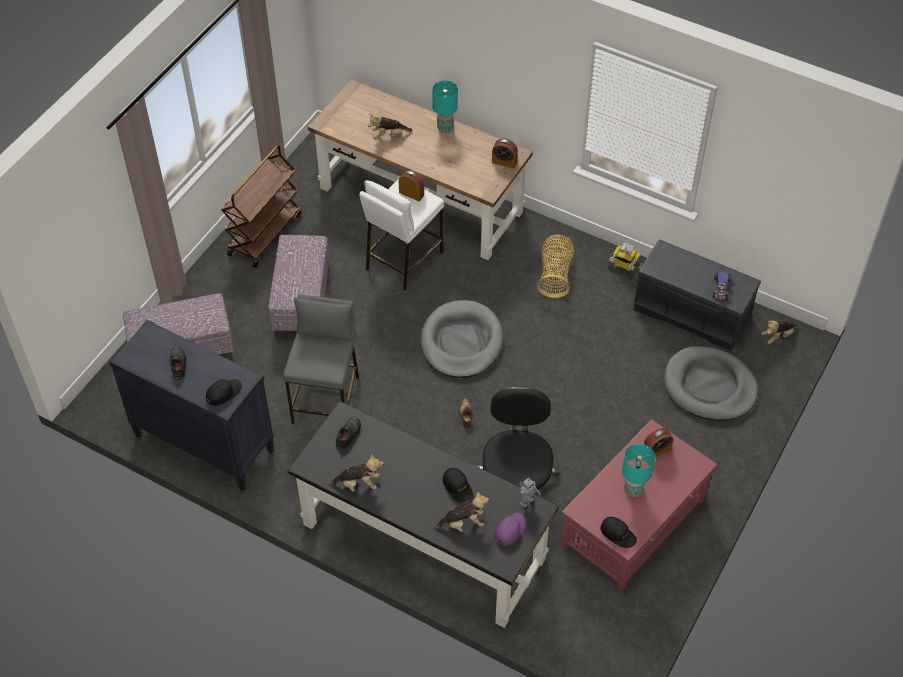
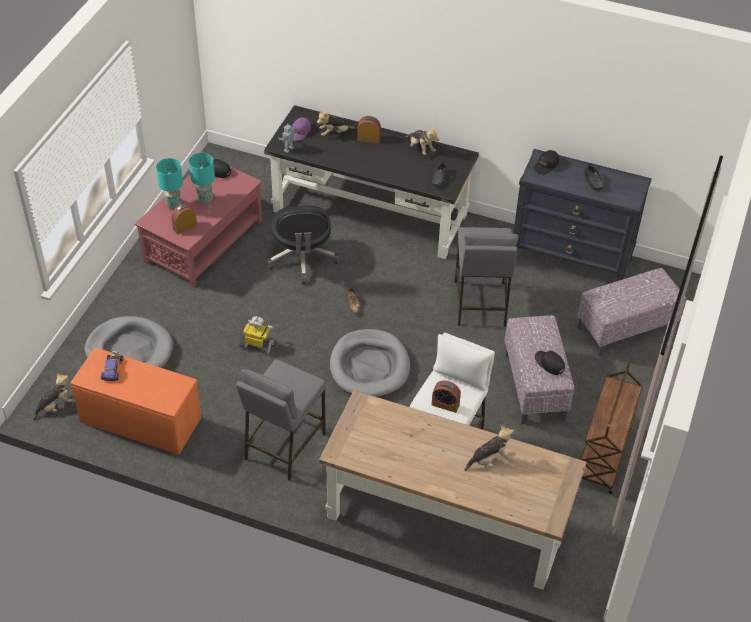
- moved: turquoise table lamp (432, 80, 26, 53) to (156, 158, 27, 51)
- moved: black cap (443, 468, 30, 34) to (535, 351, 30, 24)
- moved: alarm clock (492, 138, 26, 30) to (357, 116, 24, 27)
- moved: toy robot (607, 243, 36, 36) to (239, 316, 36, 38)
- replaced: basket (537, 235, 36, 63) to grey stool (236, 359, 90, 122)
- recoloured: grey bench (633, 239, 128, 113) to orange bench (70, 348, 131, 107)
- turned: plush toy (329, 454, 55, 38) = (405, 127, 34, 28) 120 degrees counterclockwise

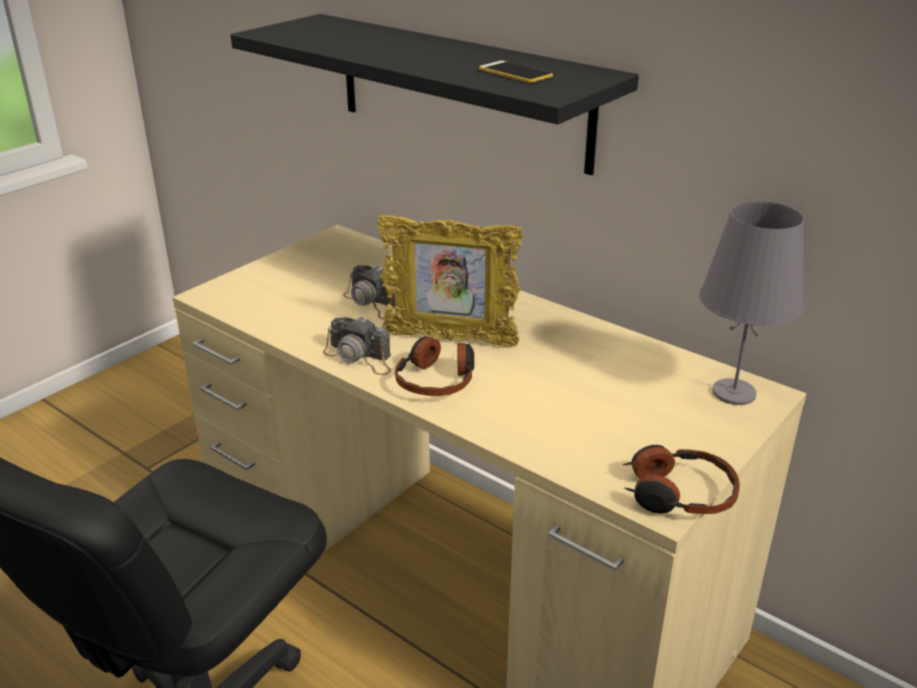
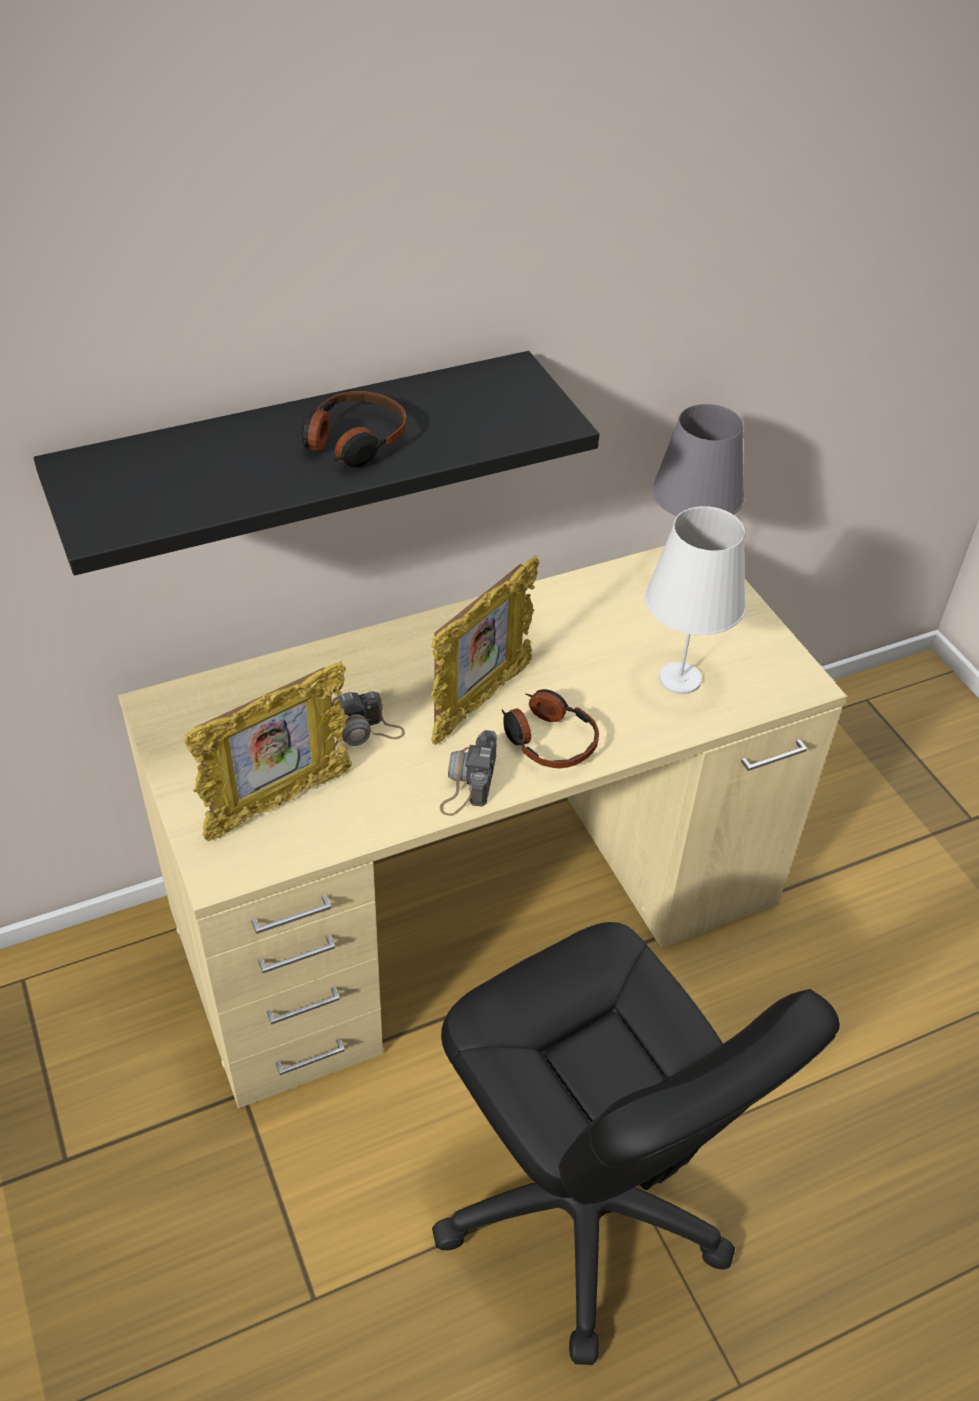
- removed: phone (479, 61, 74, 22)
- added: picture frame (184, 661, 168, 181)
- added: white table lamp (645, 506, 101, 188)
- moved: headphones (622, 445, 118, 69) to (301, 391, 105, 77)
- turned: photo camera (323, 315, 68, 60) = (440, 730, 57, 86) 135 degrees clockwise

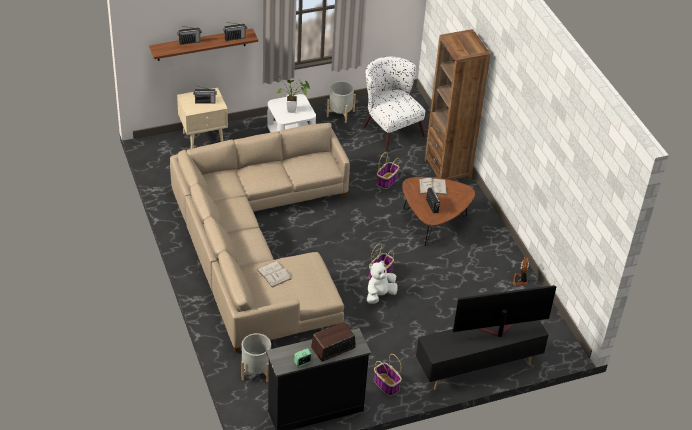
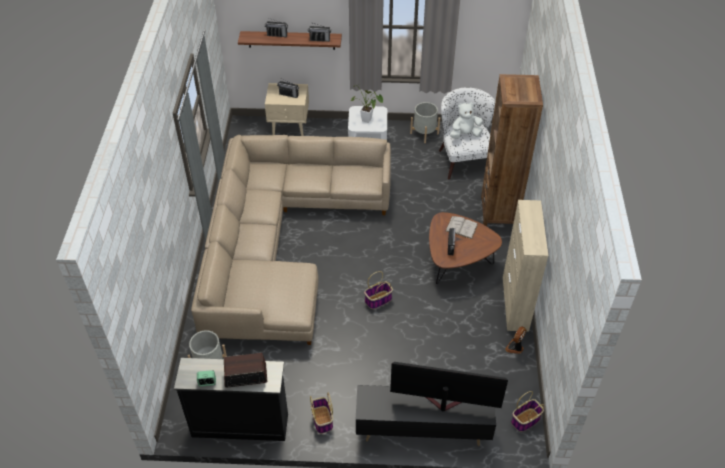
- removed: white book (257, 261, 35, 27)
- added: beige cabinet (503, 200, 45, 132)
- moved: white plush toy (367, 261, 30, 43) to (450, 103, 33, 36)
- moved: basket (376, 152, 24, 37) to (511, 391, 33, 41)

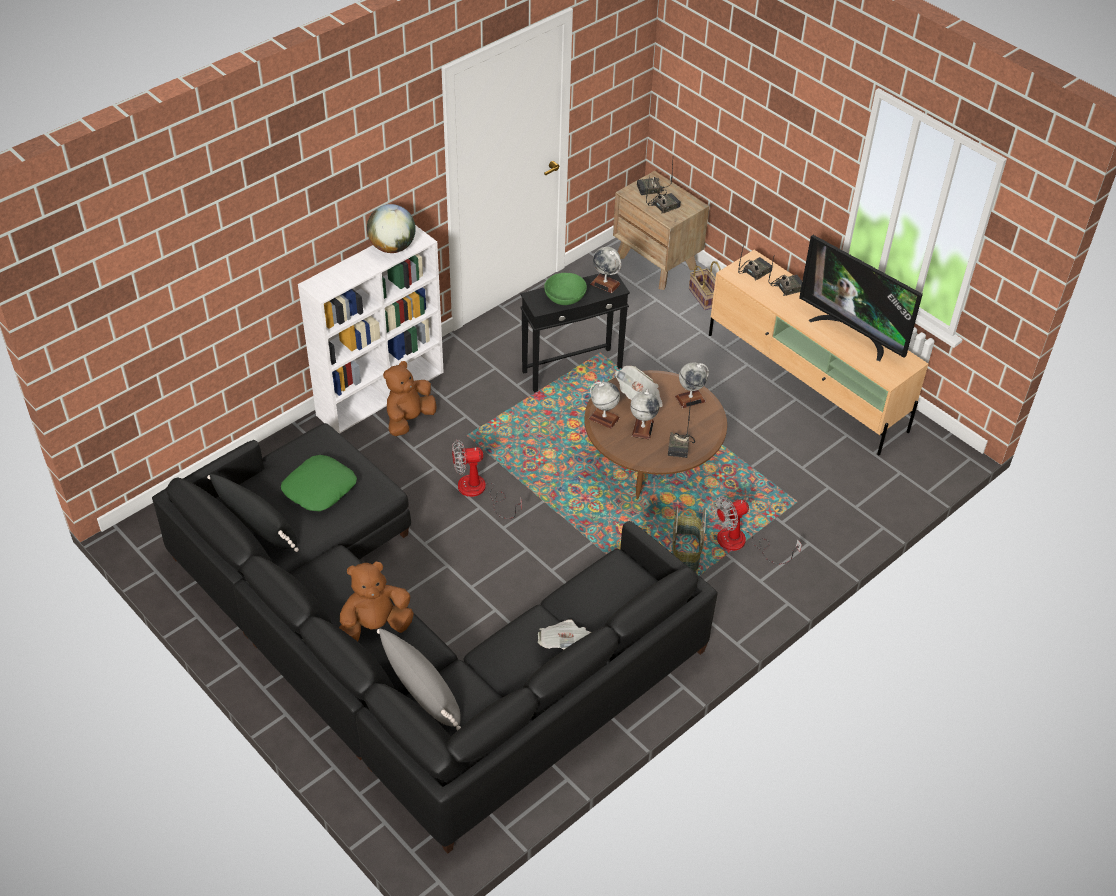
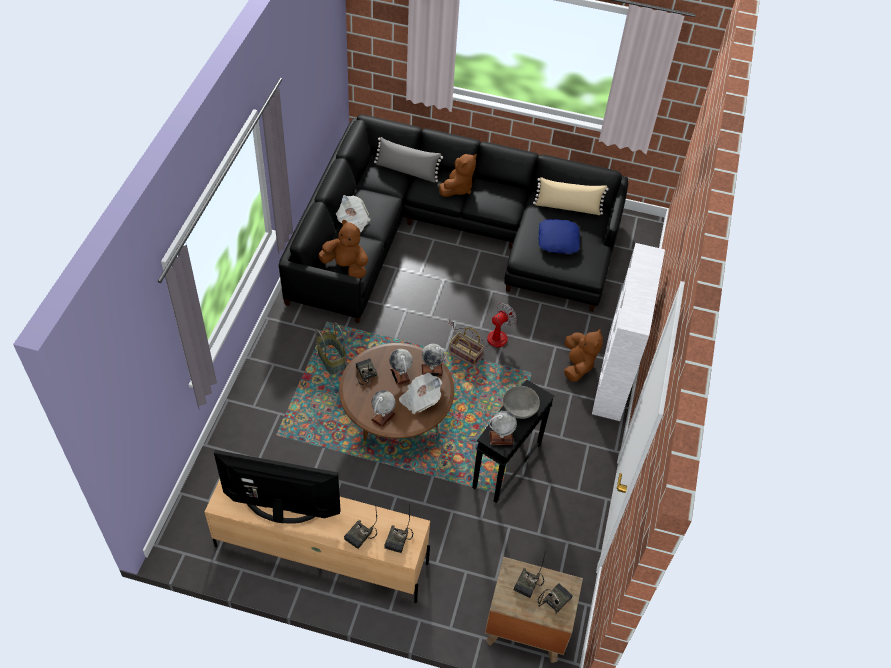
- removed: globe (367, 204, 49, 49)
- removed: fan (714, 496, 88, 68)
- added: brown plush toy (318, 220, 50, 58)
- moved: basket (689, 261, 32, 49) to (449, 327, 35, 40)
- recoloured: black pillow (207, 474, 92, 78) to beige pillow (533, 177, 76, 38)
- recoloured: green pillow (281, 455, 76, 56) to blue pillow (538, 219, 42, 35)
- recoloured: green bowl (544, 273, 43, 32) to grey bowl (503, 386, 37, 33)

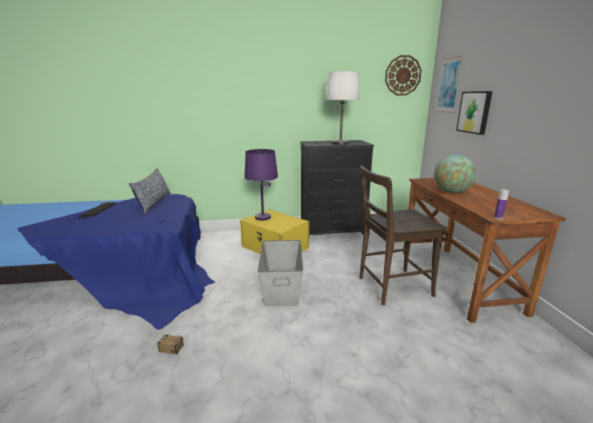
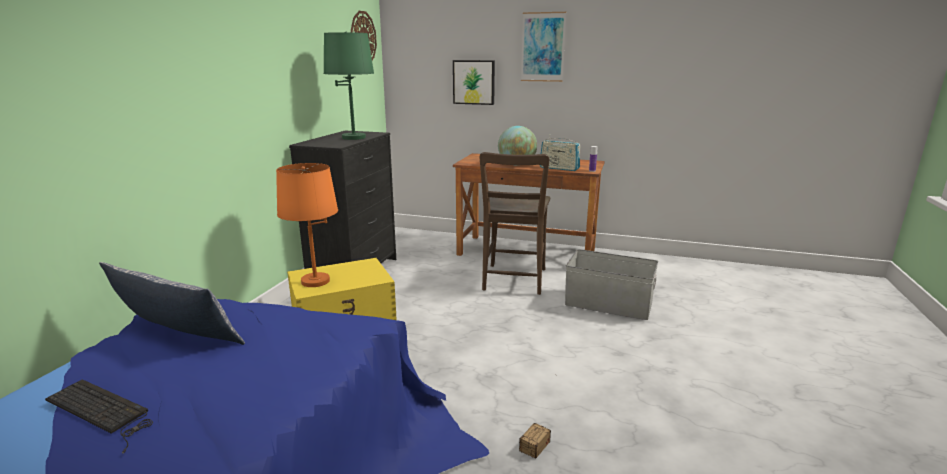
- added: radio (540, 134, 40, 37)
- moved: grey storage box (258, 240, 45, 66) to (565, 249, 93, 71)
- moved: picture (435, 56, 28, 57) to (521, 12, 45, 70)
- recoloured: purple table lamp (244, 149, 34, 71) to orange table lamp (276, 163, 62, 124)
- recoloured: white table lamp (326, 71, 33, 74) to green table lamp (324, 32, 50, 108)

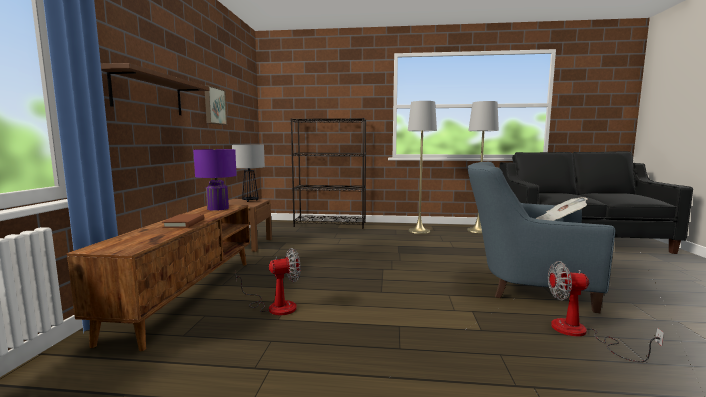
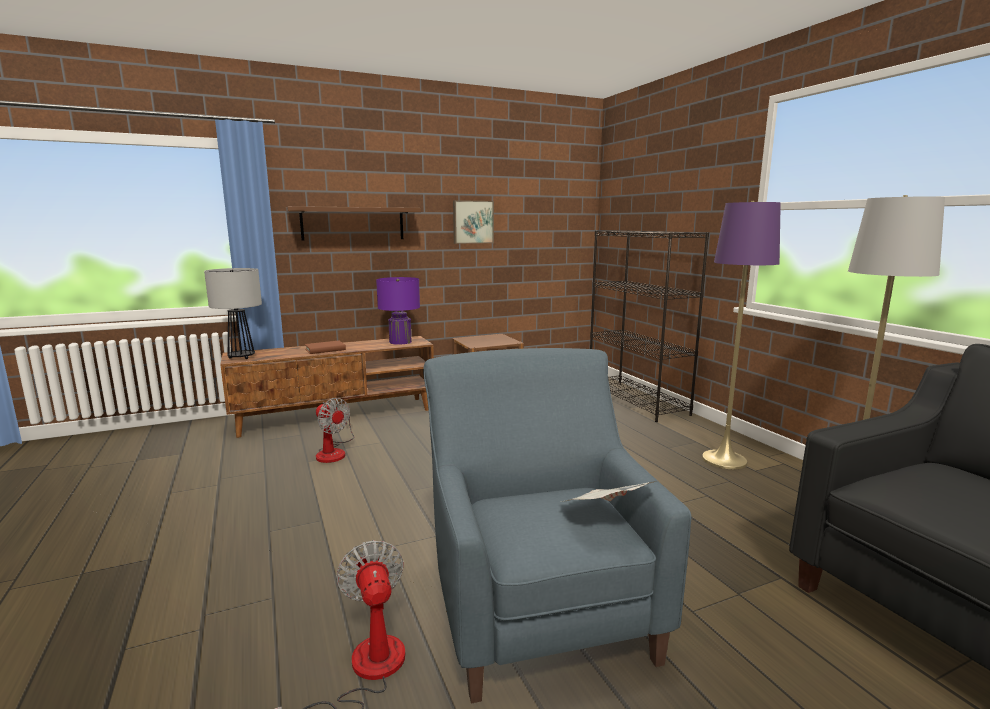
- moved: table lamp (232, 145, 33, 57) to (204, 268, 58, 91)
- recoloured: grey floor lamp (408, 101, 29, 133) to purple floor lamp (702, 201, 79, 268)

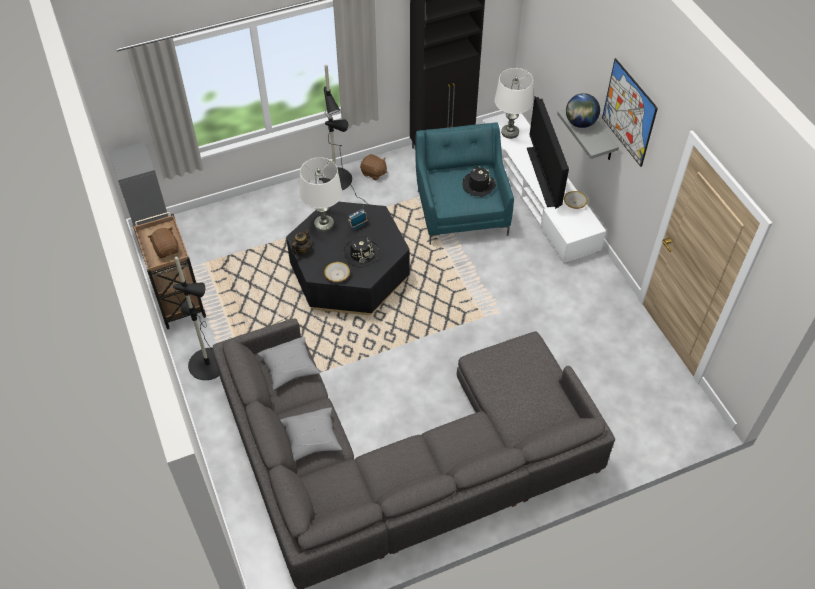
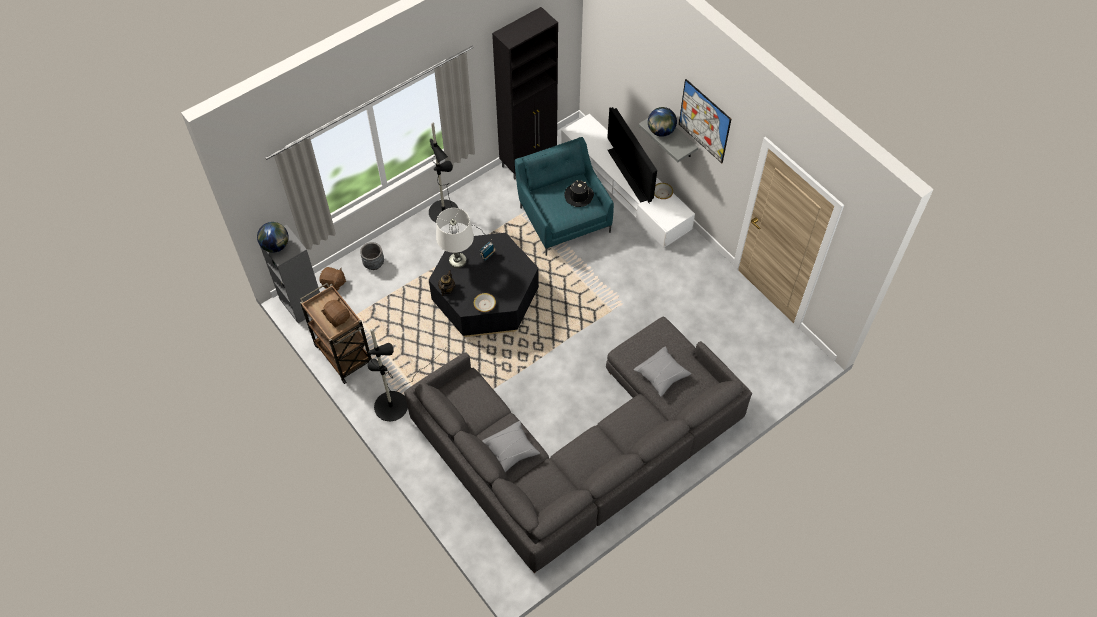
- removed: black hat (344, 235, 35, 33)
- removed: white table lamp (495, 68, 38, 71)
- added: globe (257, 222, 32, 31)
- added: grey planter (360, 242, 24, 28)
- moved: grey pillow (257, 337, 63, 53) to (634, 347, 57, 50)
- moved: brown plush toy (360, 154, 27, 26) to (319, 267, 27, 24)

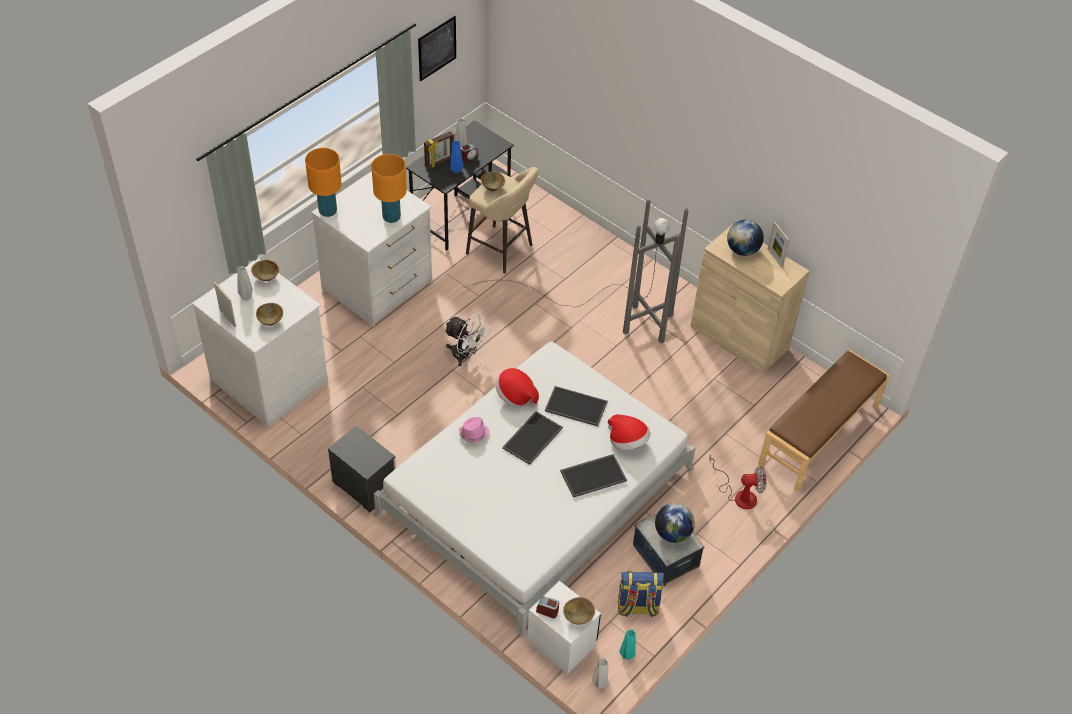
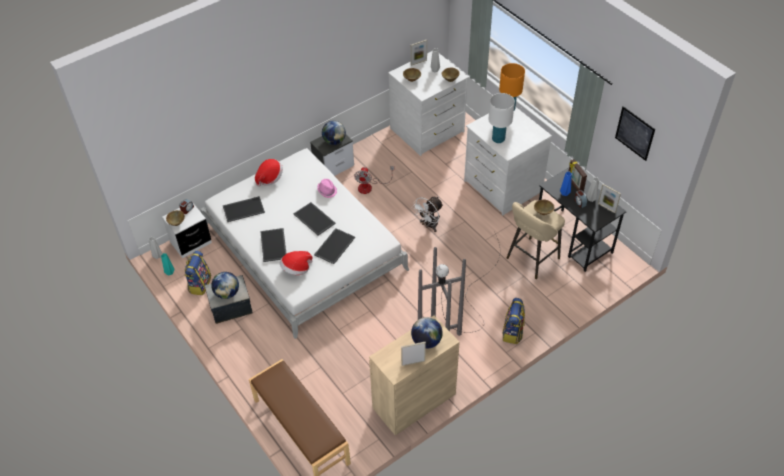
- added: tray (223, 196, 42, 26)
- added: globe (322, 121, 24, 24)
- added: backpack (502, 298, 23, 46)
- added: picture frame (598, 184, 23, 29)
- moved: hat (495, 368, 44, 39) to (255, 159, 28, 28)
- moved: fan (709, 454, 58, 55) to (354, 166, 40, 28)
- recoloured: orange table lamp (371, 154, 36, 69) to white table lamp (488, 93, 27, 50)

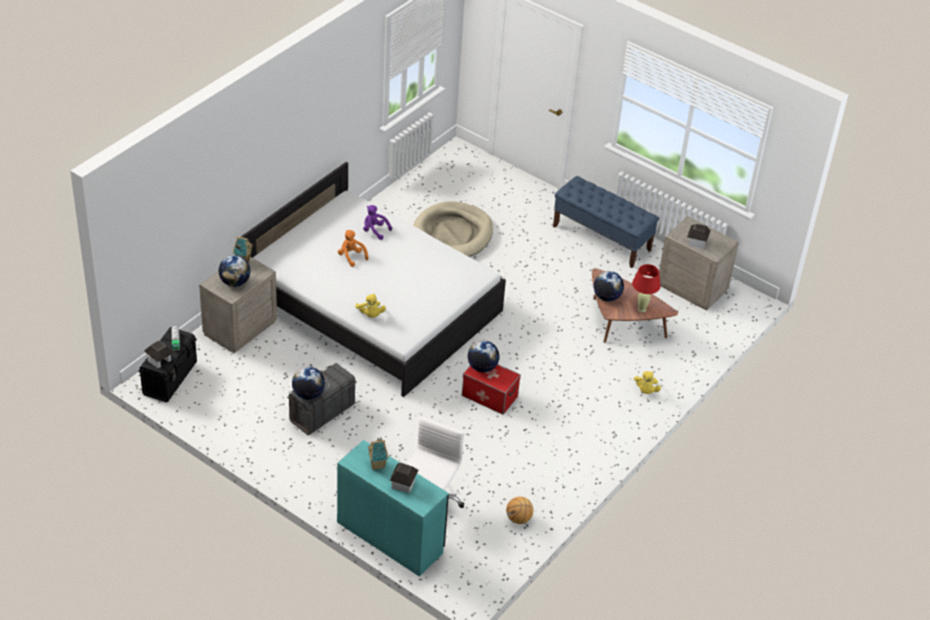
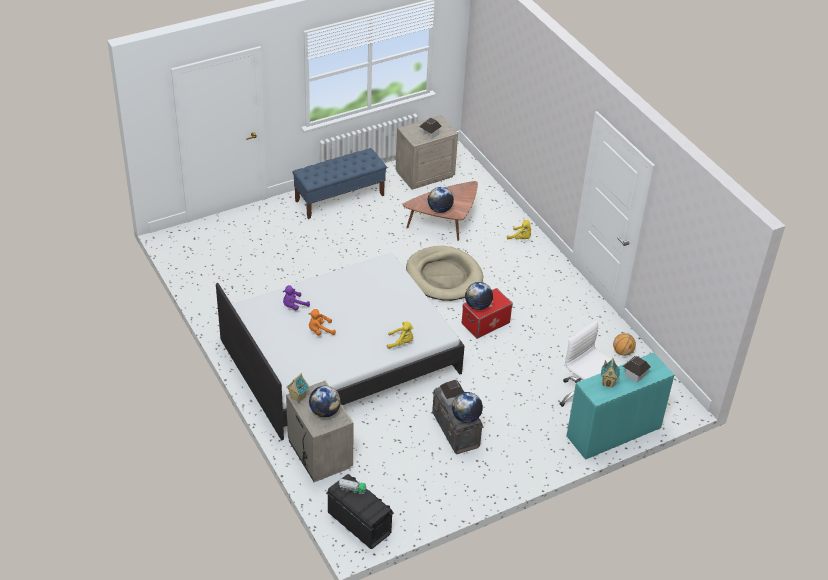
- removed: red table lamp (632, 264, 29, 48)
- moved: toy house (144, 340, 30, 28) to (440, 379, 24, 26)
- moved: beige dog bed (413, 202, 80, 55) to (406, 246, 77, 55)

